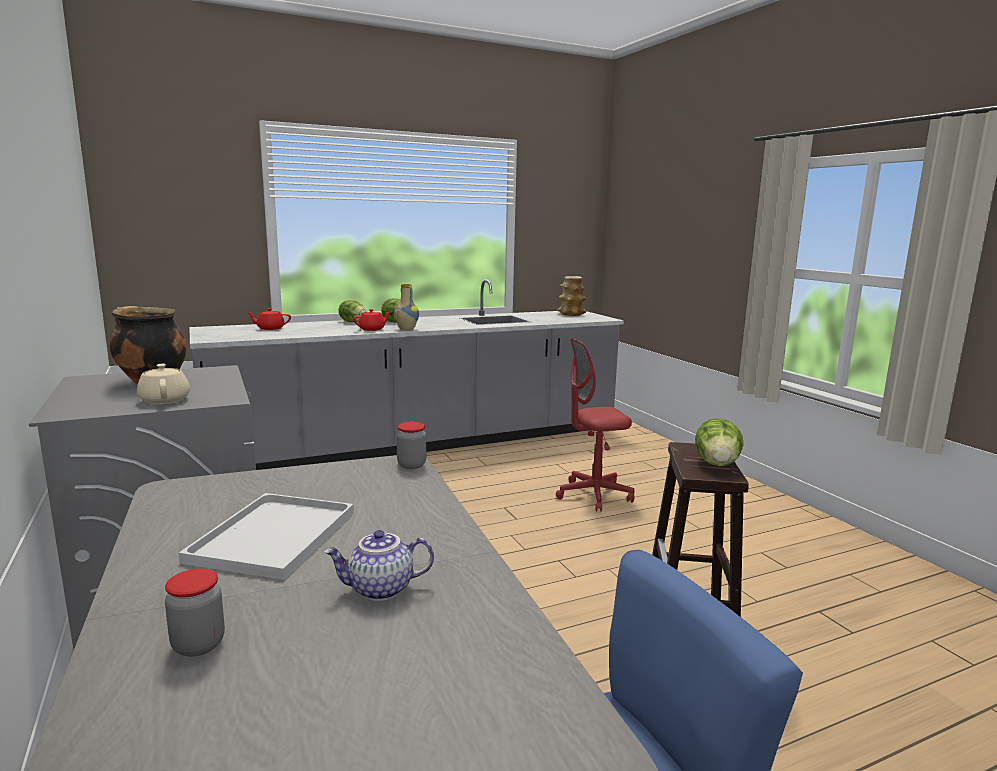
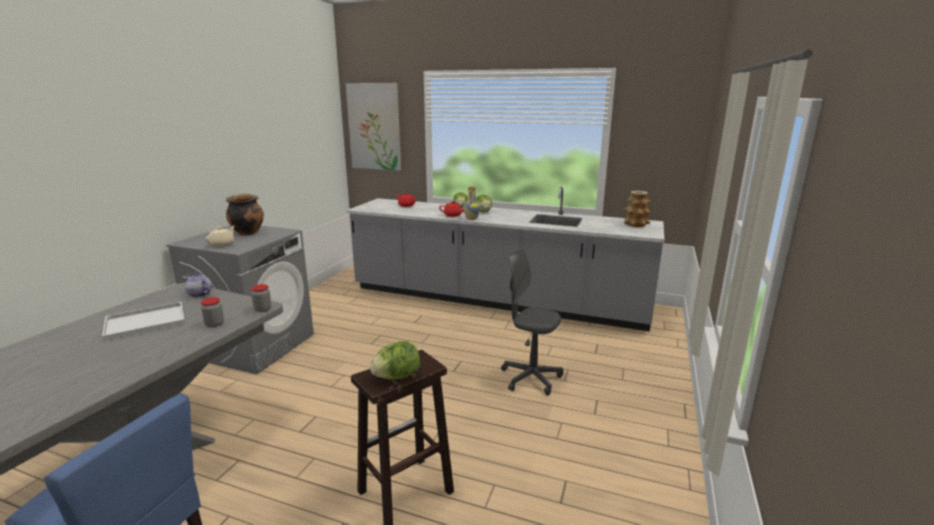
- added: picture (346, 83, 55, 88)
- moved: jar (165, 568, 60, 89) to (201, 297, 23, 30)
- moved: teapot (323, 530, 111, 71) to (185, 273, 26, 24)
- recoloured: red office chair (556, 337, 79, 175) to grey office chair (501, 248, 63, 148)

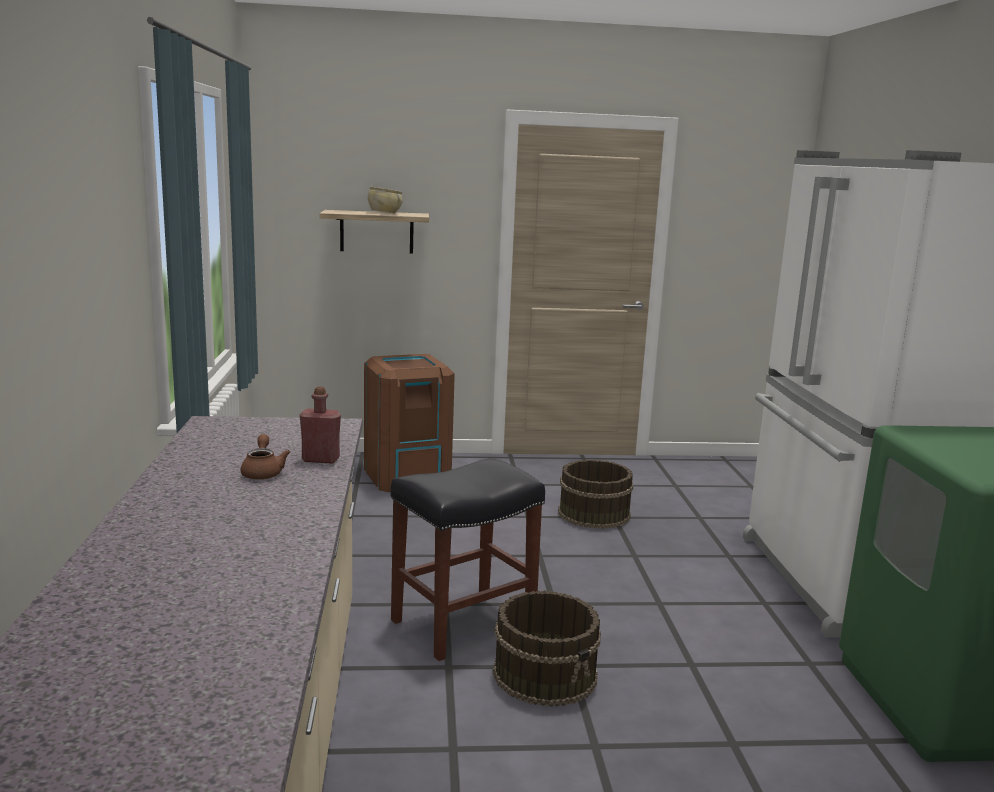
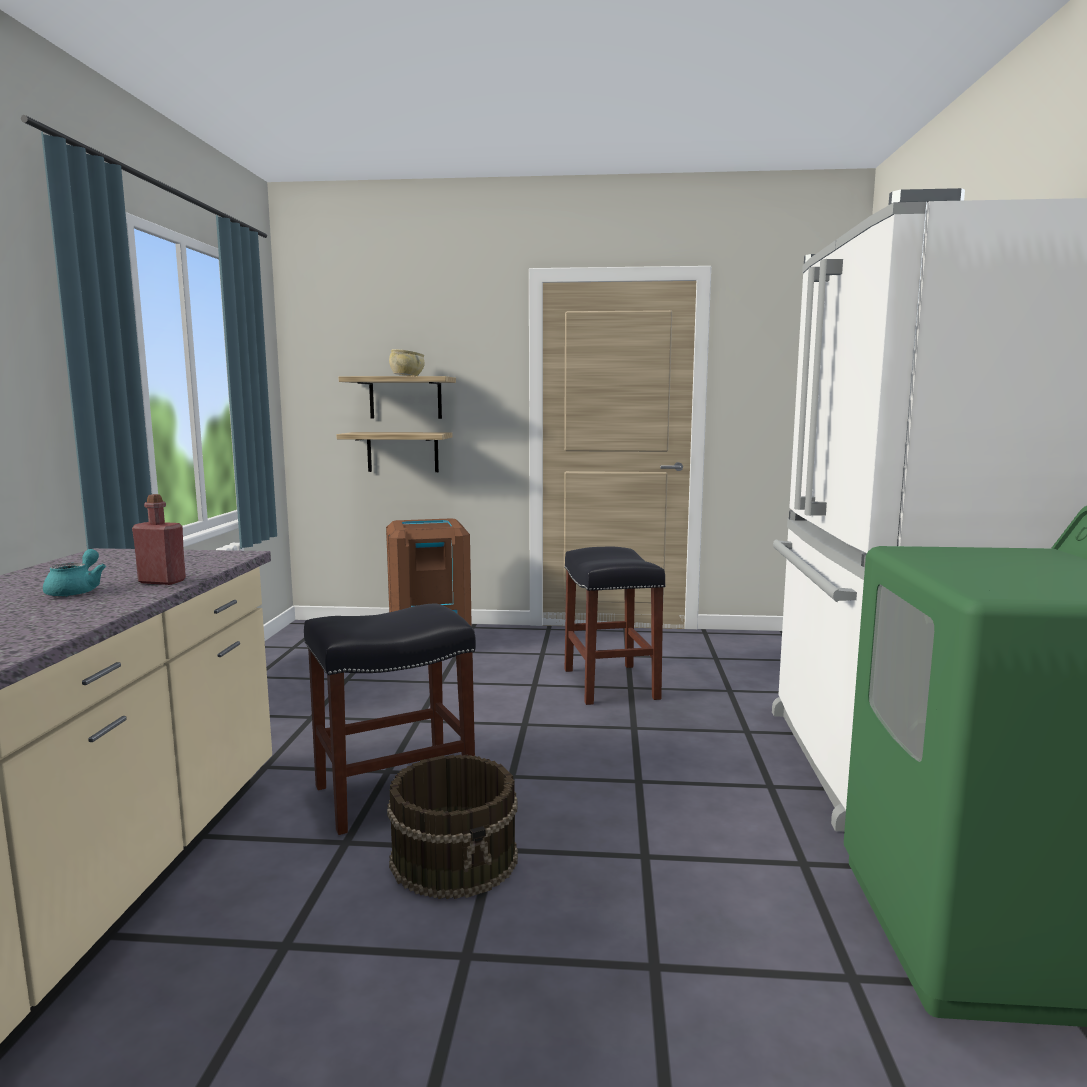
- added: shelf (336, 432, 116, 40)
- replaced: brown bucket (558, 459, 75, 70) to black stool (564, 546, 102, 159)
- recoloured: brown teapot (241, 434, 49, 45) to turquoise teapot (43, 549, 63, 48)

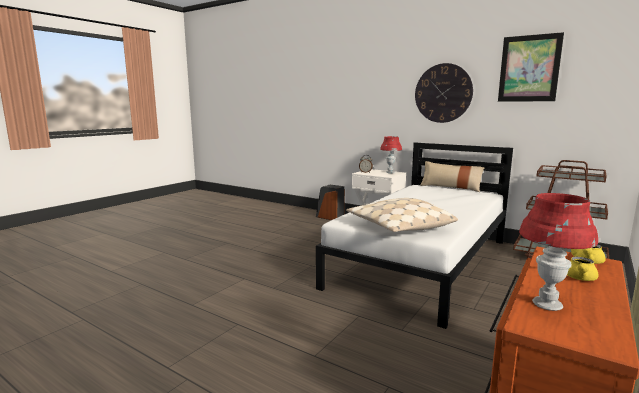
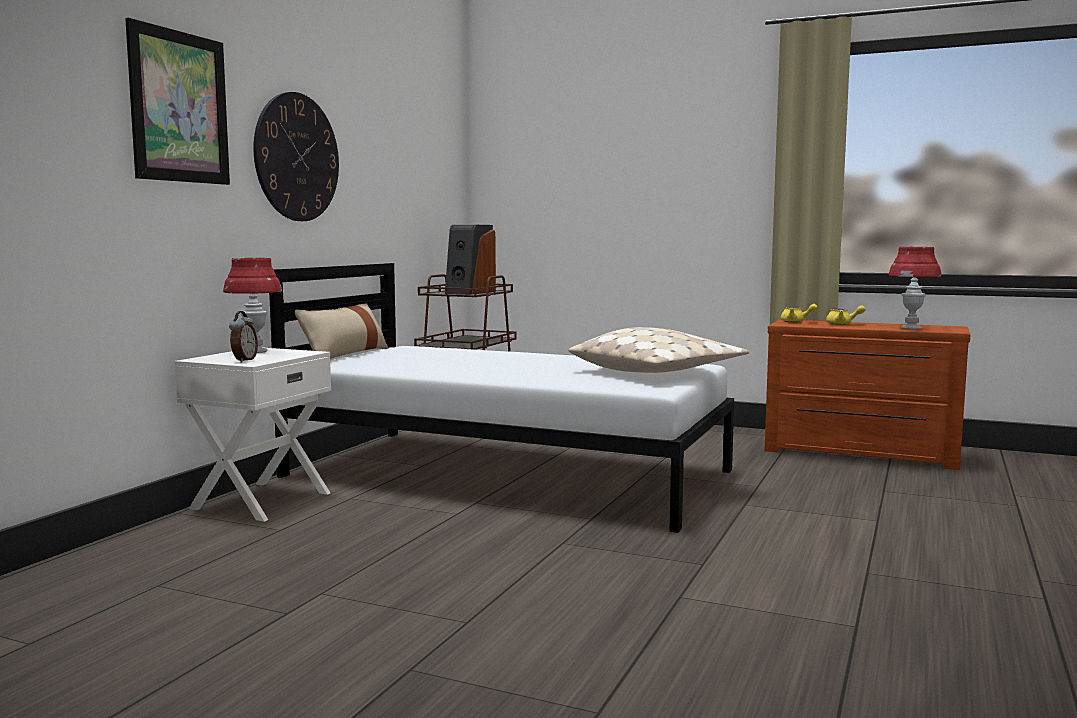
- moved: speaker (316, 185, 29, 35) to (445, 225, 51, 70)
- moved: picture (498, 32, 66, 69) to (125, 18, 105, 167)

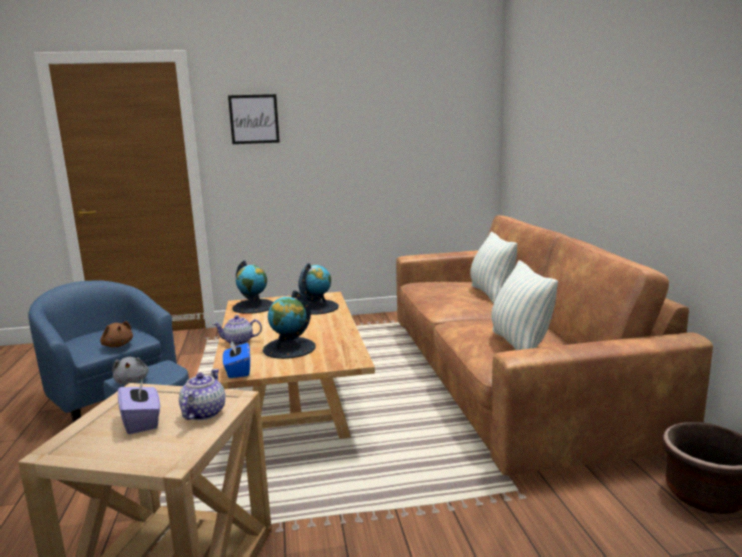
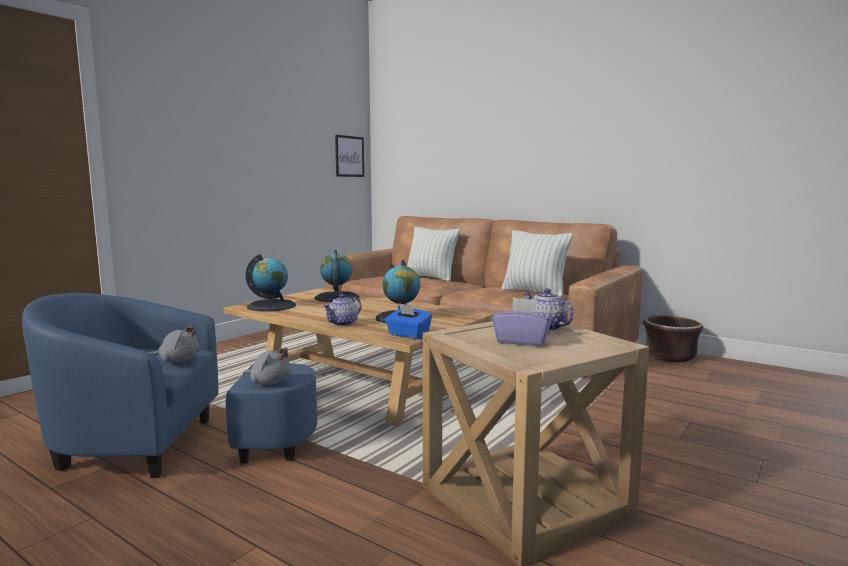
- moved: picture (228, 94, 52, 50) to (335, 135, 29, 42)
- recoloured: brown plush toy (100, 321, 33, 26) to grey plush toy (149, 326, 51, 37)

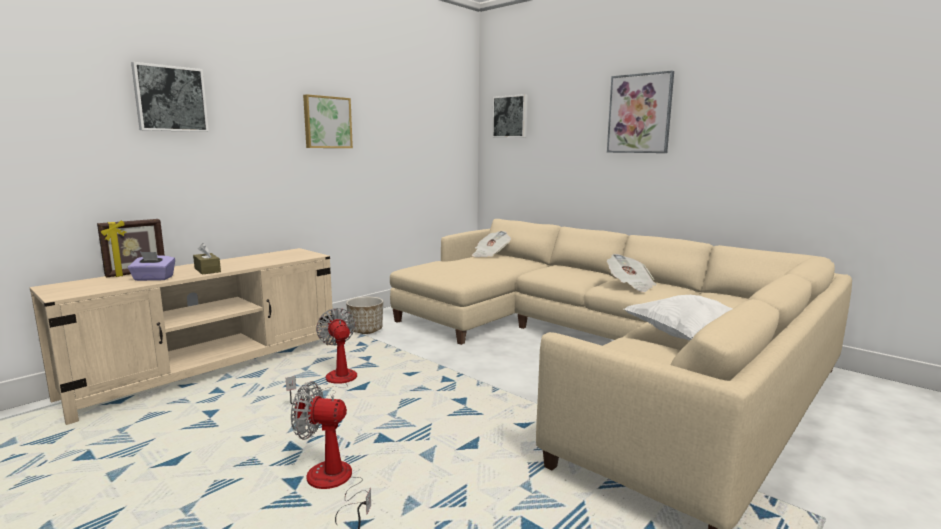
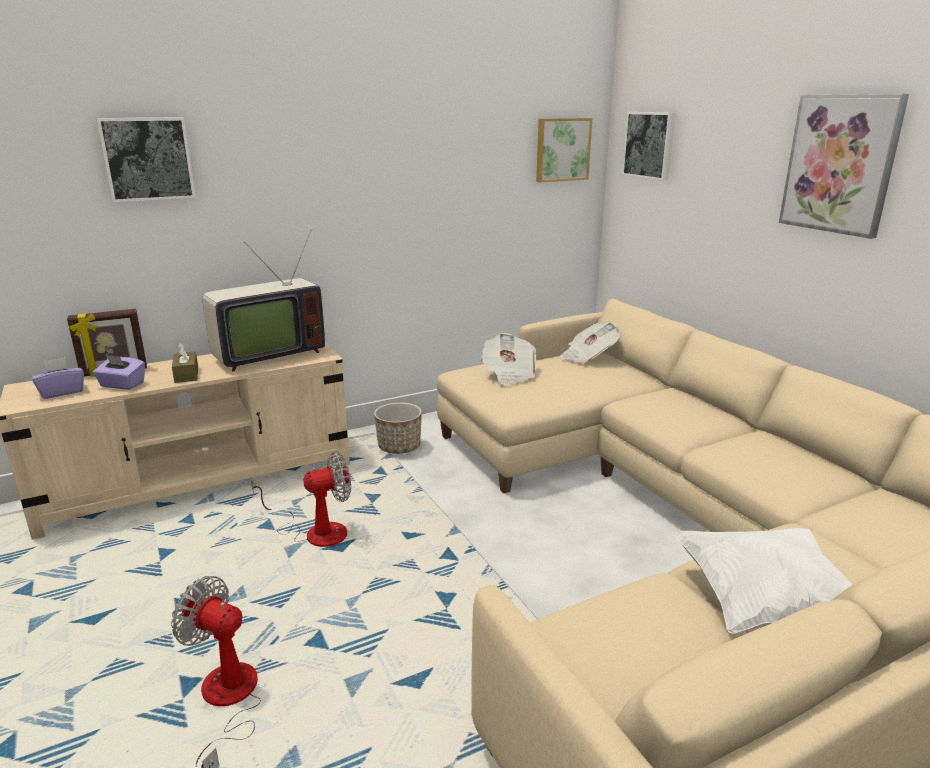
- added: purple tissue box (32, 357, 52, 42)
- added: television (202, 230, 123, 142)
- moved: picture (303, 94, 50, 54) to (536, 118, 56, 64)
- moved: newspaper (607, 254, 50, 38) to (481, 333, 55, 53)
- turned: fan (286, 308, 71, 96) = (251, 452, 100, 95) 75 degrees clockwise

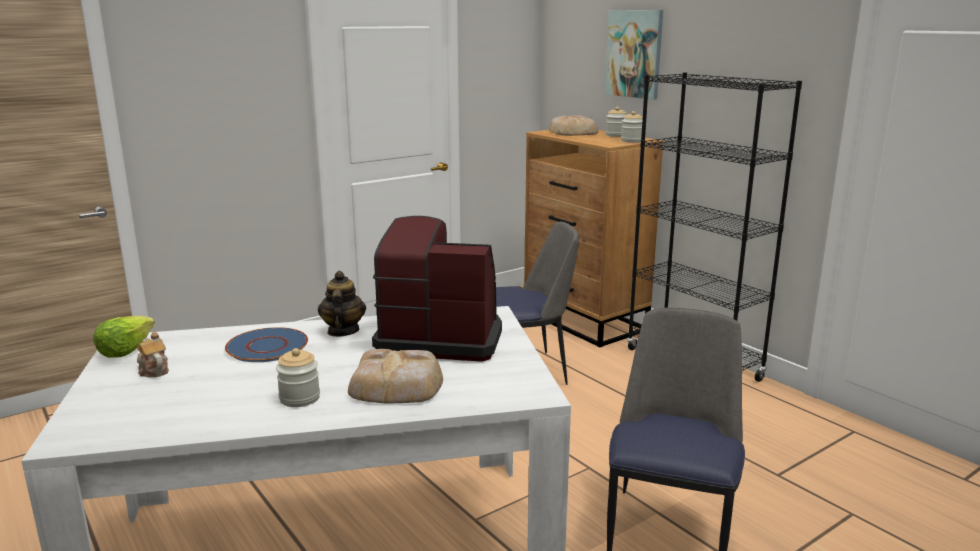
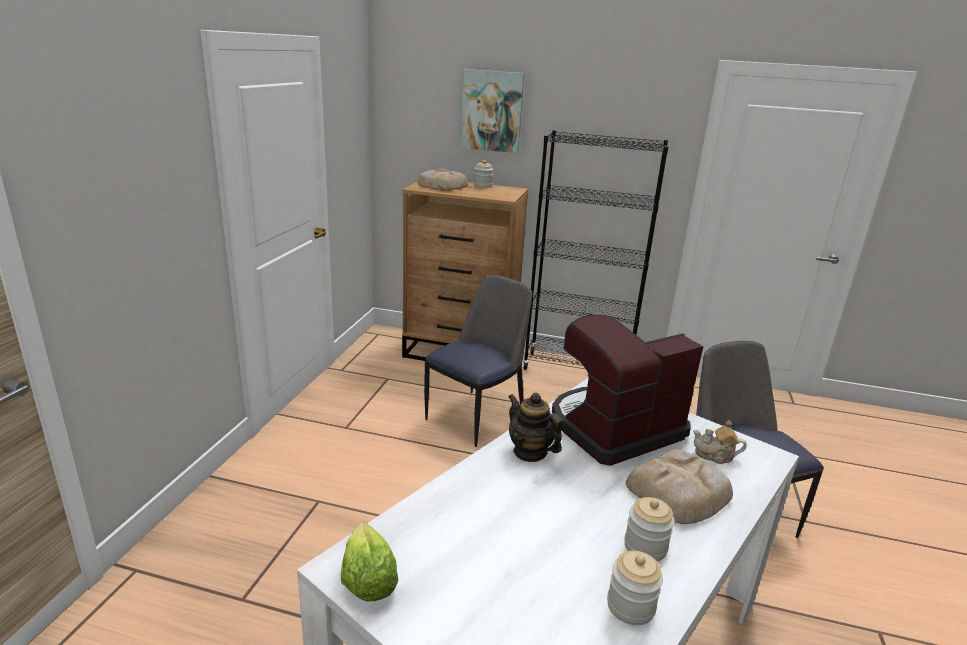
- removed: blue plate (225, 327, 83, 35)
- moved: teapot (137, 332, 32, 46) to (693, 420, 54, 44)
- moved: jar (621, 111, 22, 31) to (607, 551, 56, 74)

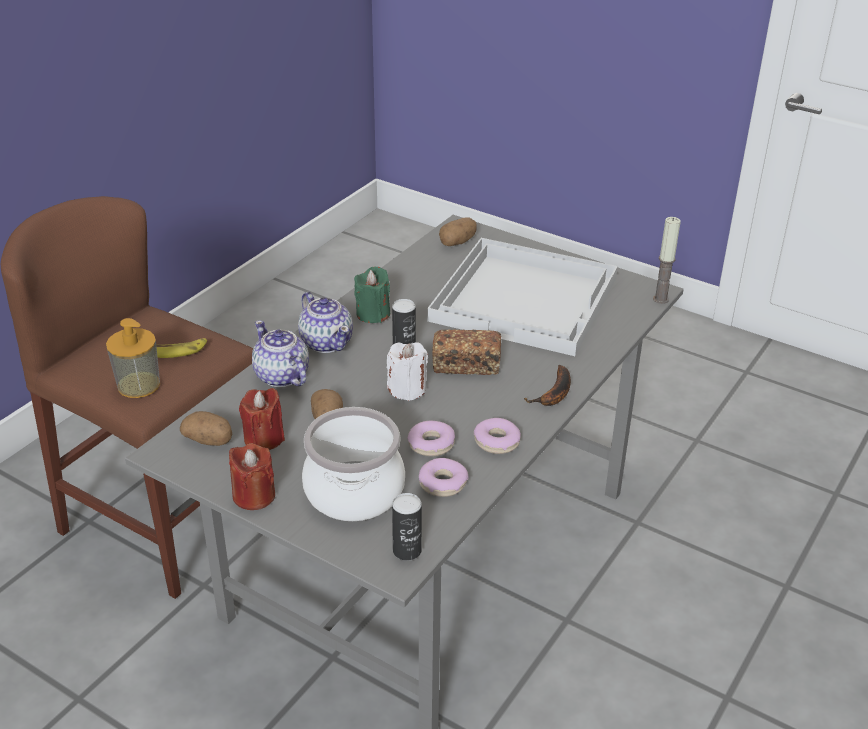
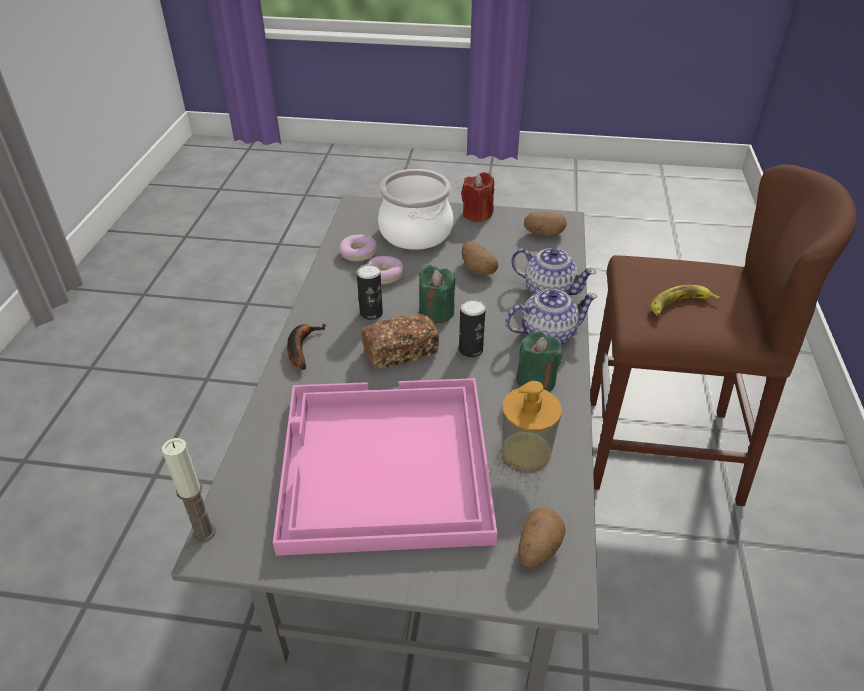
- removed: red candle (239, 388, 46, 62)
- removed: donut (474, 418, 47, 36)
- moved: soap dispenser (106, 318, 54, 80) to (502, 381, 60, 90)
- moved: can (392, 493, 30, 68) to (357, 264, 26, 56)
- recoloured: white candle (387, 343, 41, 58) to green candle (419, 265, 36, 58)
- recoloured: white tray (427, 238, 191, 118) to pink tray (273, 378, 224, 178)
- turned: teapot (298, 292, 55, 61) = (506, 289, 91, 55) 135 degrees clockwise

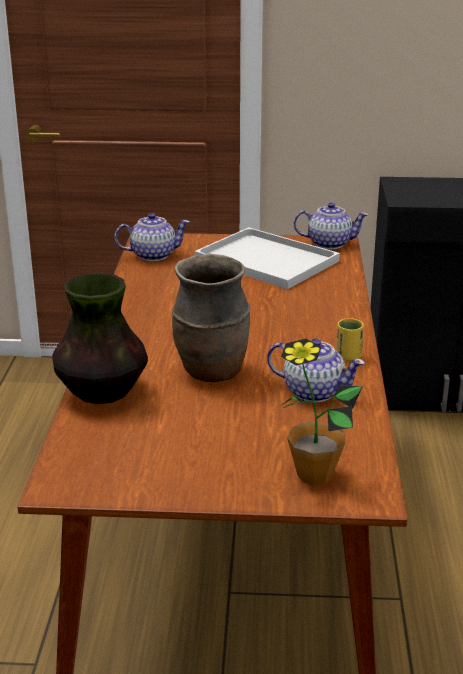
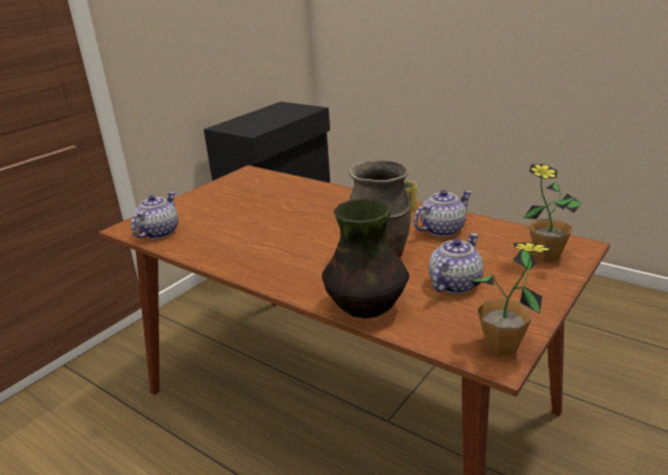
- removed: white tray (194, 227, 146, 62)
- added: potted plant (470, 242, 82, 114)
- moved: teapot (294, 202, 75, 47) to (429, 233, 54, 61)

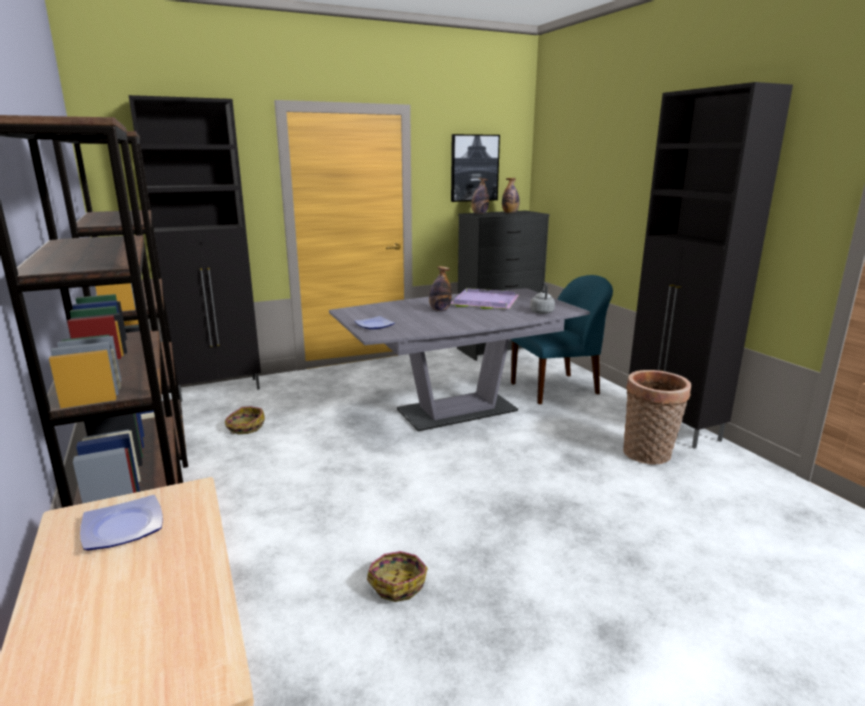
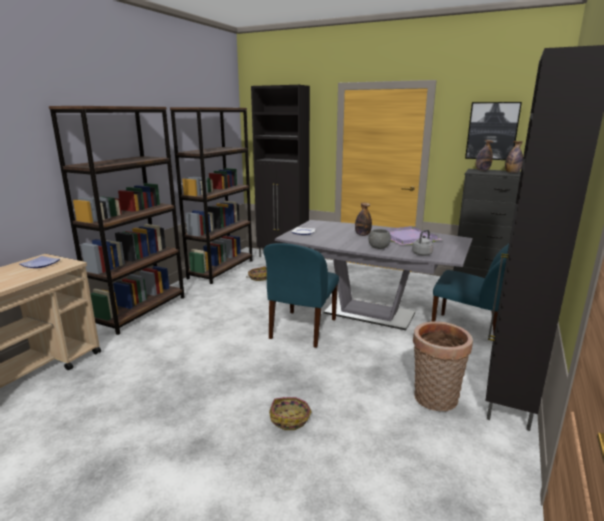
- added: blue chair (263, 243, 76, 105)
- added: grey bowl (368, 229, 23, 20)
- moved: basket (367, 551, 61, 51) to (269, 397, 43, 33)

